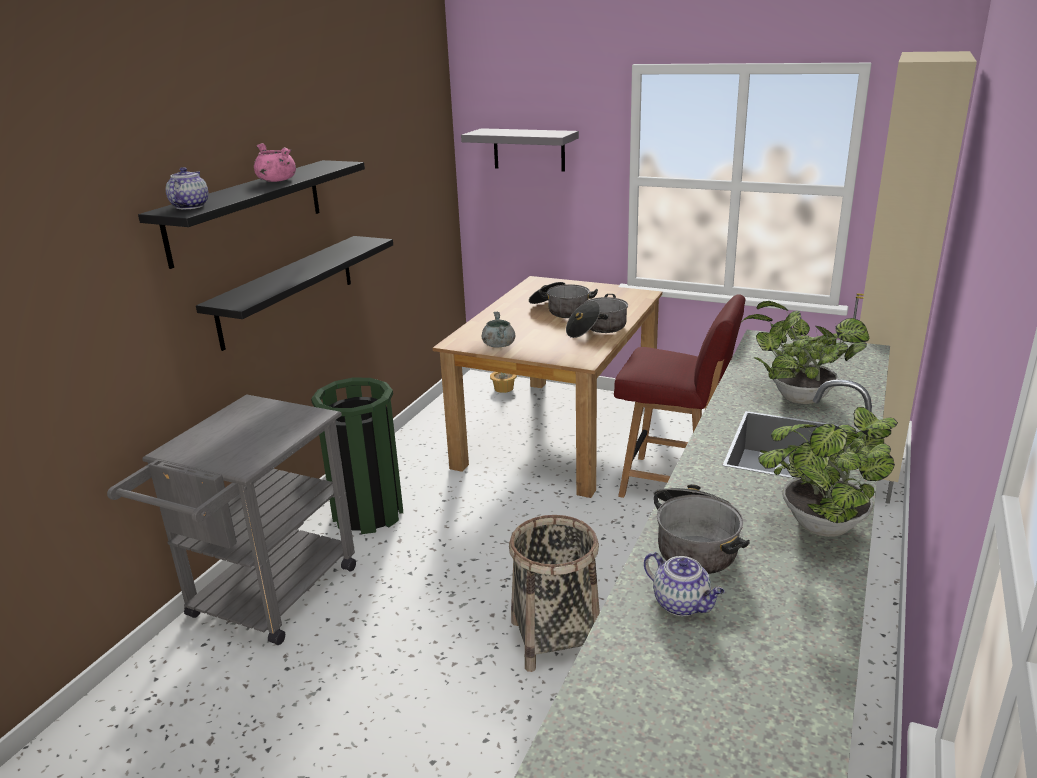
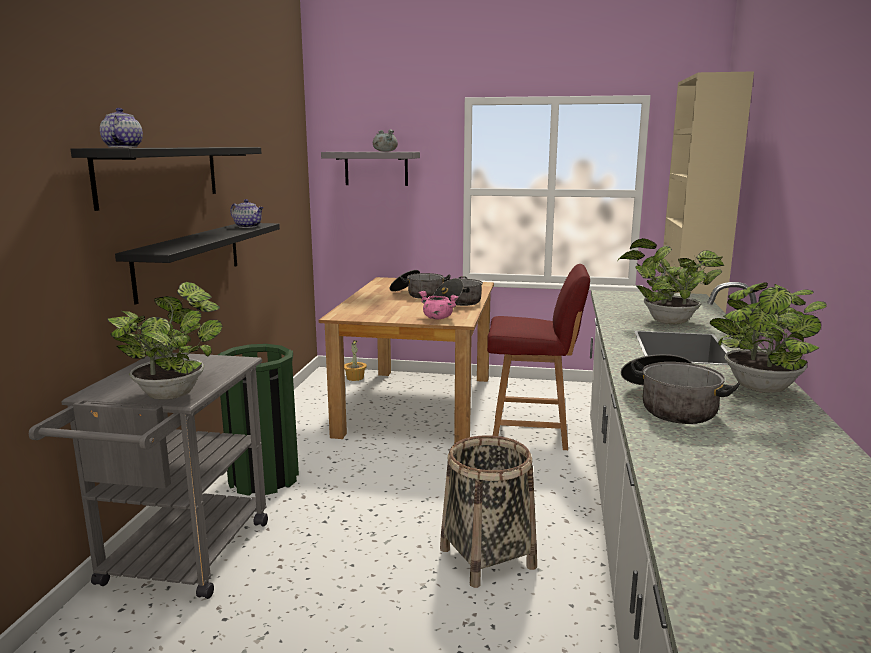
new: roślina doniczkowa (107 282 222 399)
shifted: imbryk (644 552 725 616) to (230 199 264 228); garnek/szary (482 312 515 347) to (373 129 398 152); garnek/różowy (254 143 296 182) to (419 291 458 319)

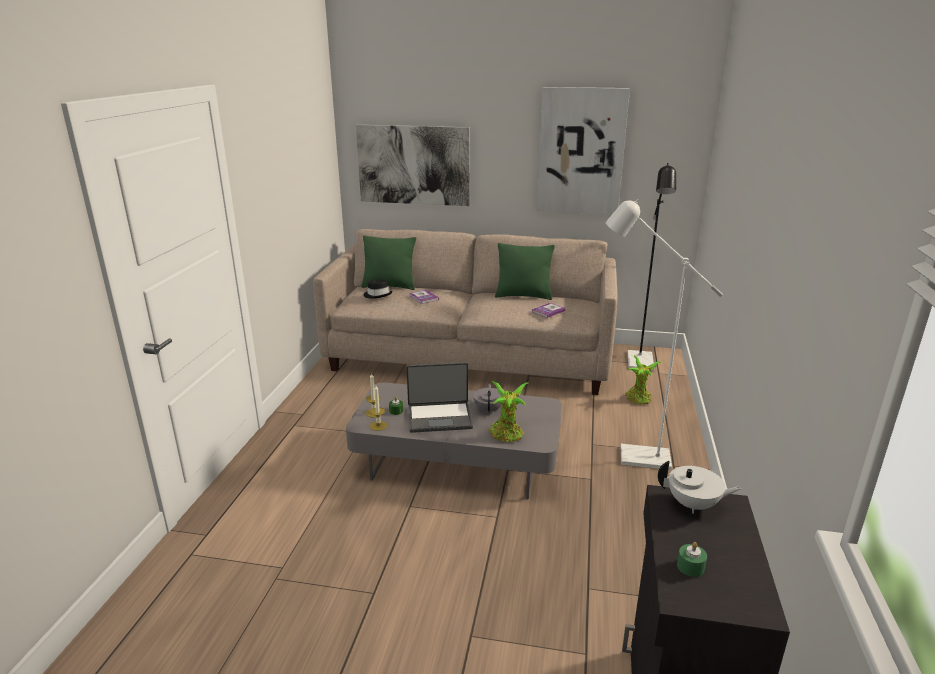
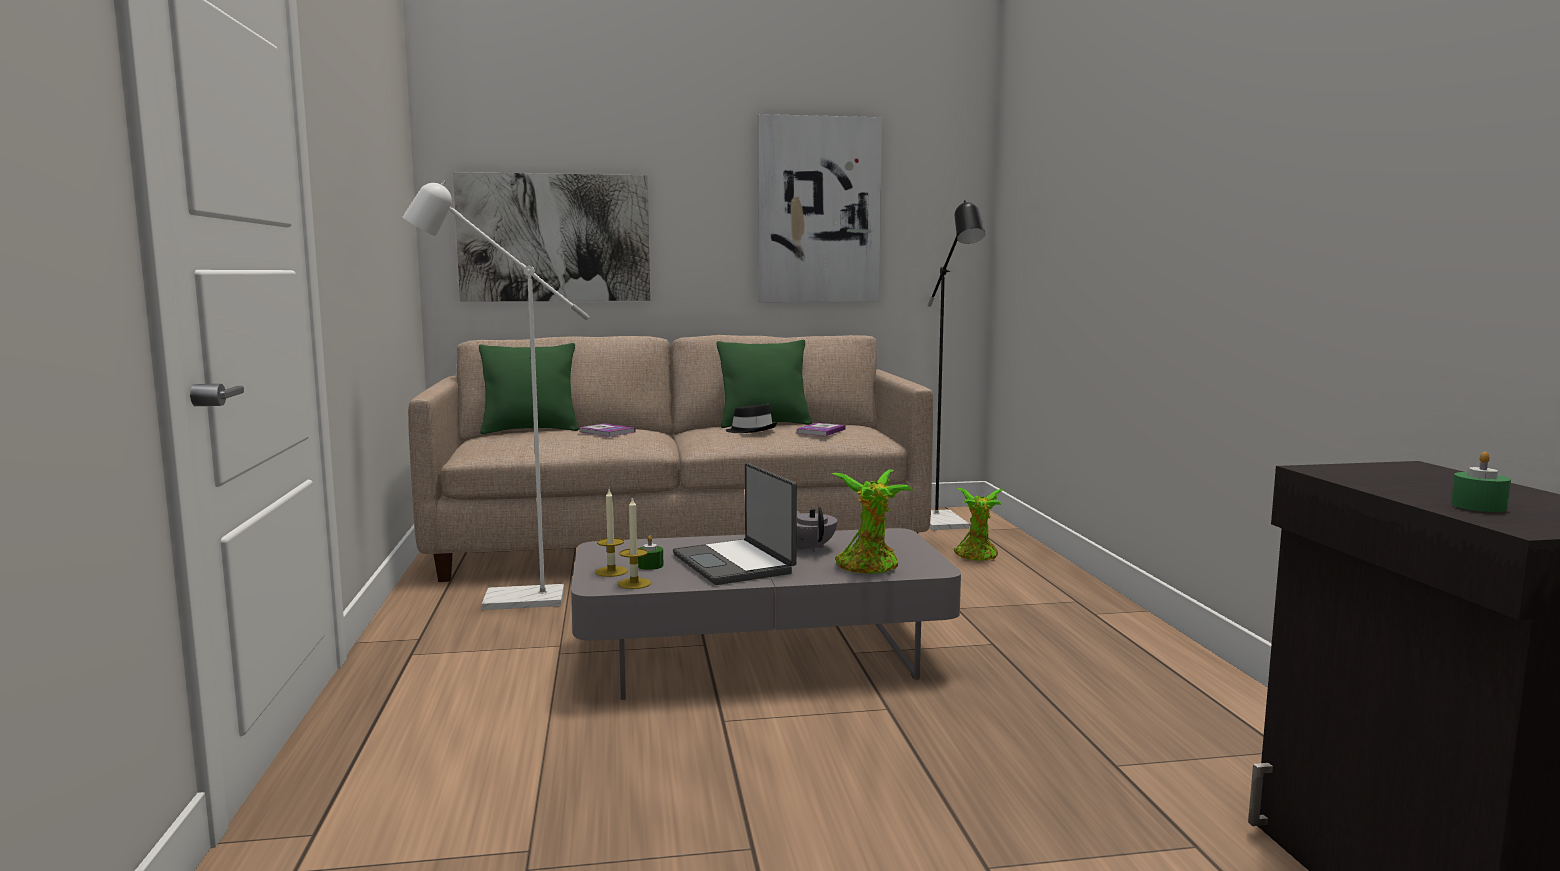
gone: imbryk/biały (658 461 742 514)
shifted: lampa stojąca/biały (606 199 723 470) to (402 180 590 610); kapelusz/czarny (364 279 392 299) to (725 404 777 433)
rotated: laptop (406 362 473 433) = (673 463 797 585) 90 degrees clockwise

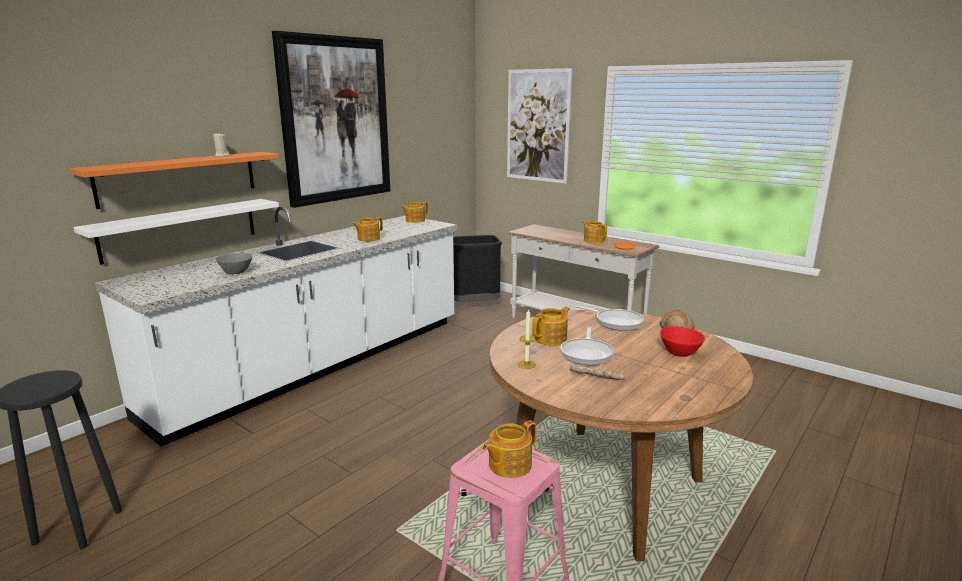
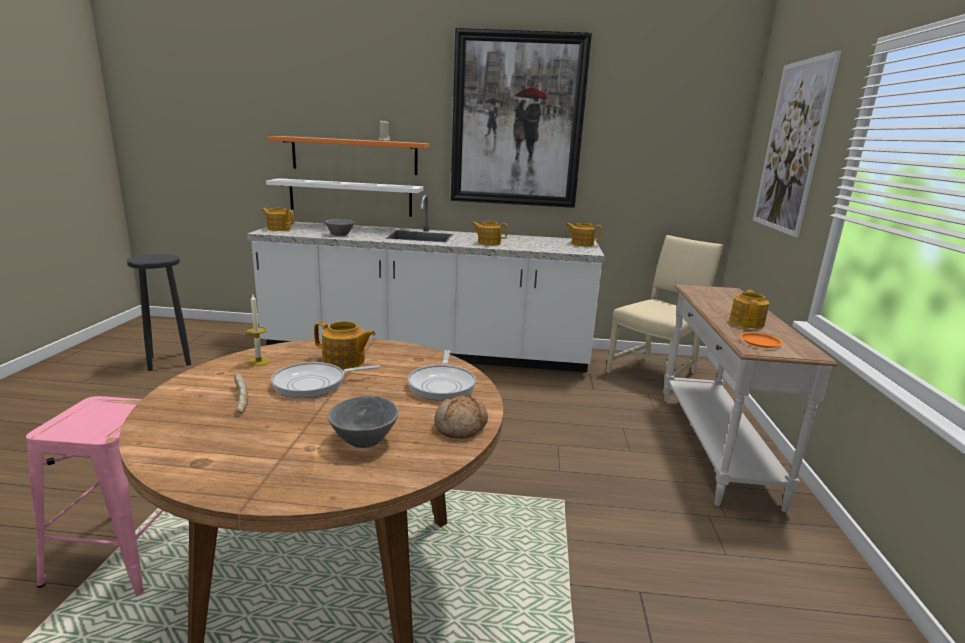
shifted: imbryk (482 420 536 478) to (262 208 294 231)
swapped: kosz na śmieci/czarny (453 235 502 302) to krzesło/beżowy (606 235 724 394)
repainted: miska/czerwony (660 327 705 357) to miska/szary (328 396 399 448)

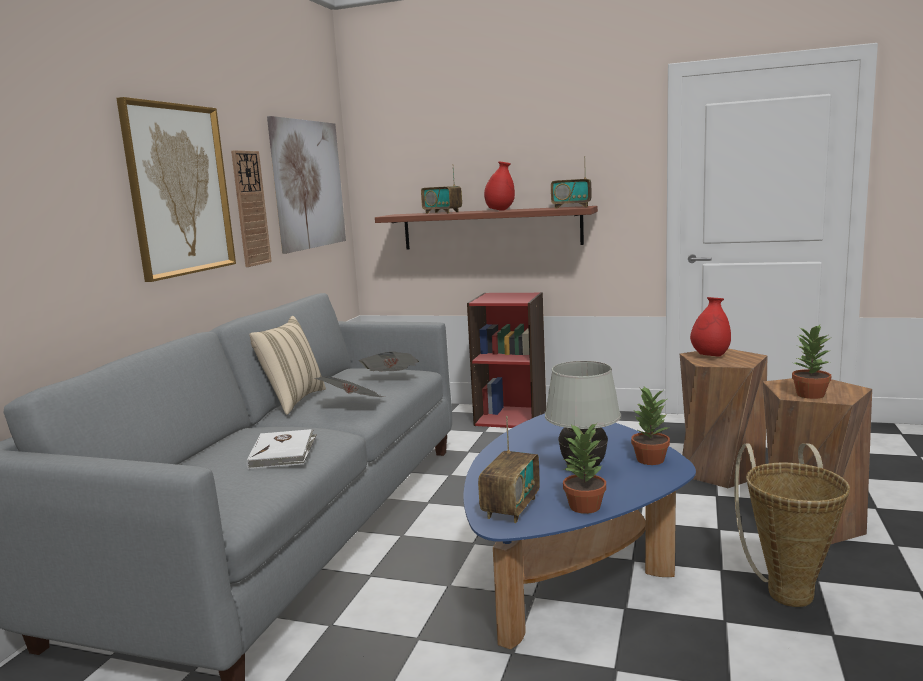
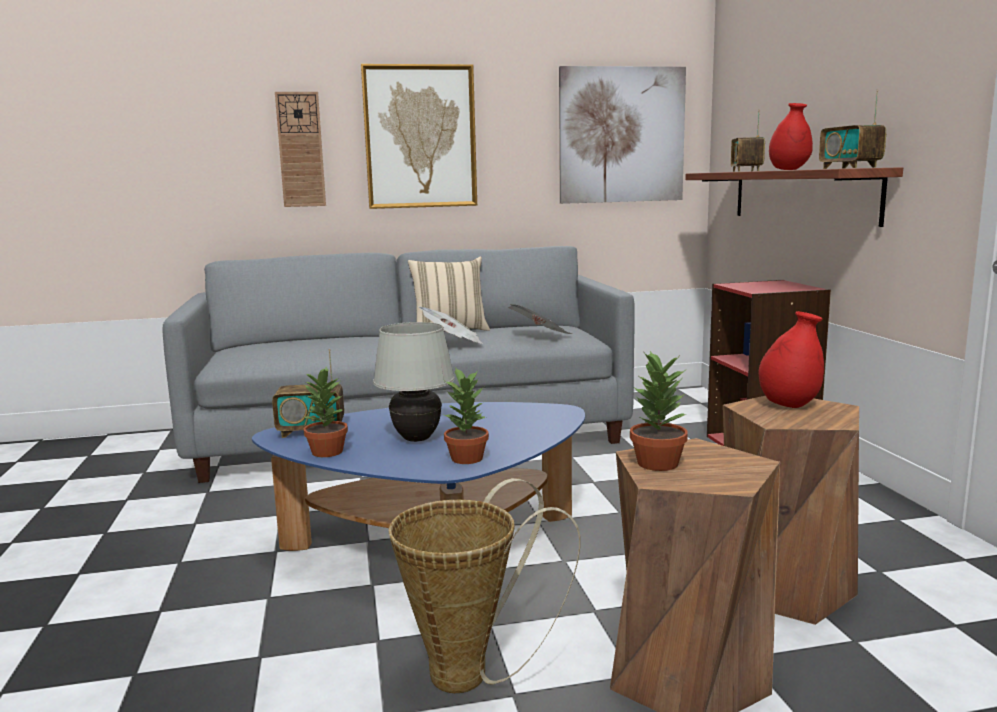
gone: książka/biały (246 429 317 469)
shifted: zegar ścienny (231 150 272 267) to (275 92 326 207)

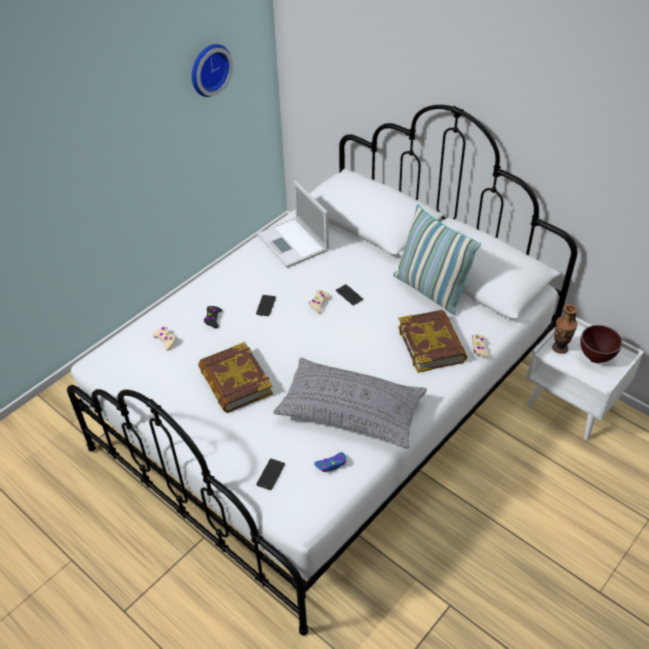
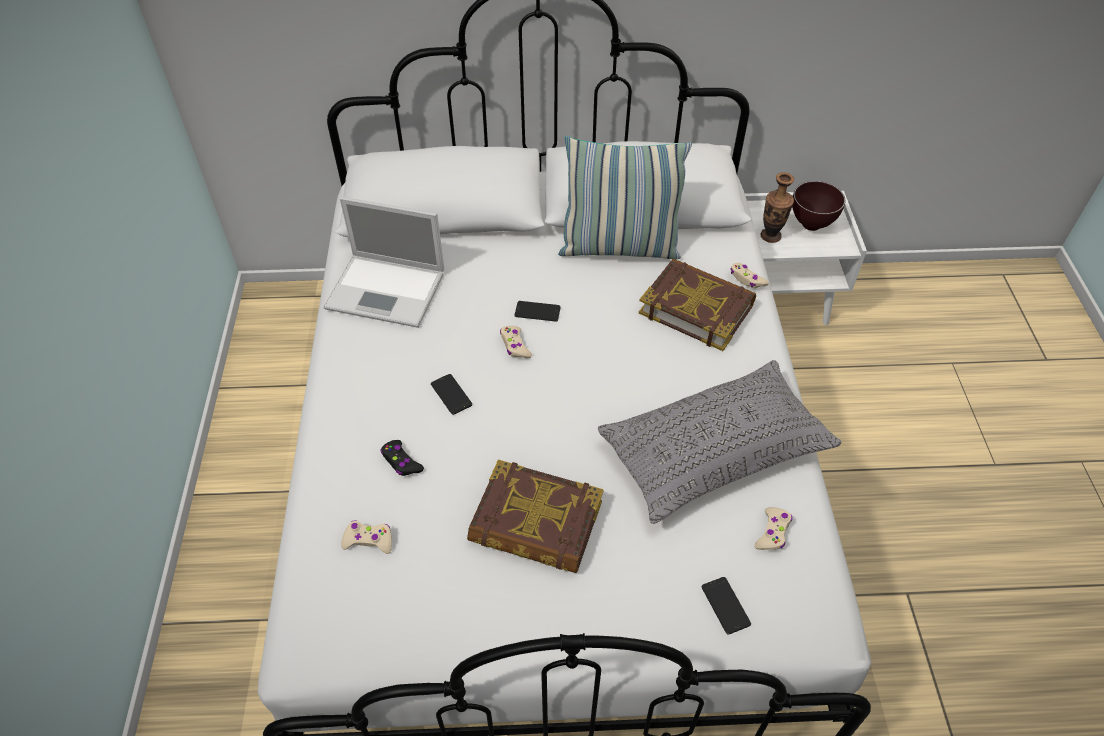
gone: zegar ścienny (192 44 233 97)
repainted: pad do gier/niebieski (314 452 346 472) to pad do gier/beżowy (755 507 792 550)

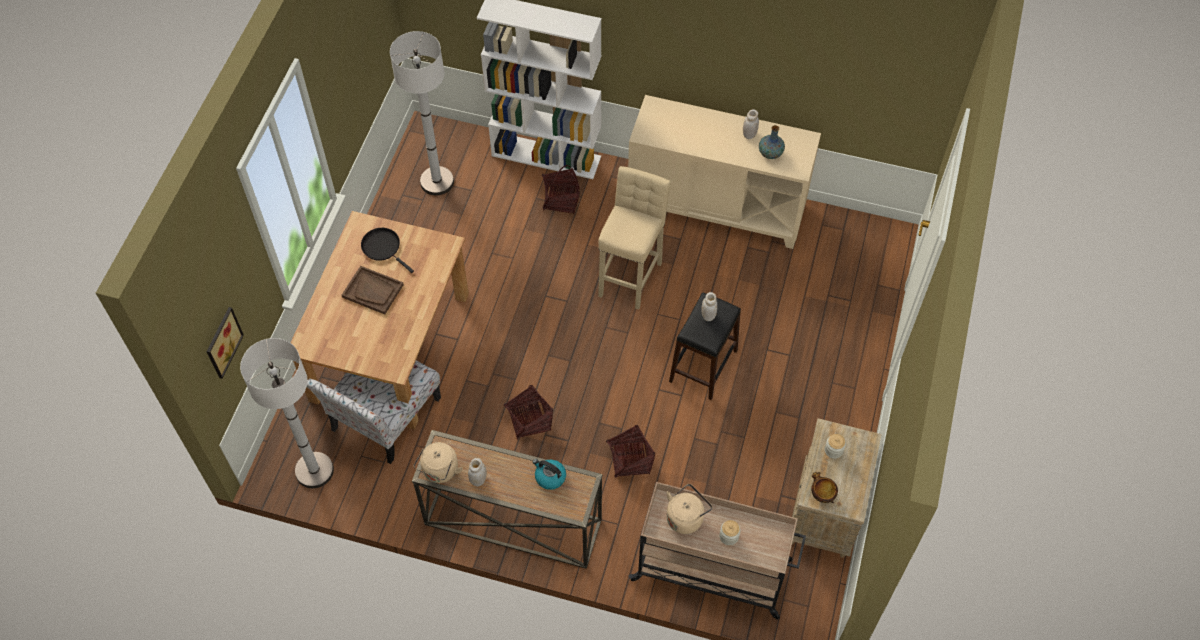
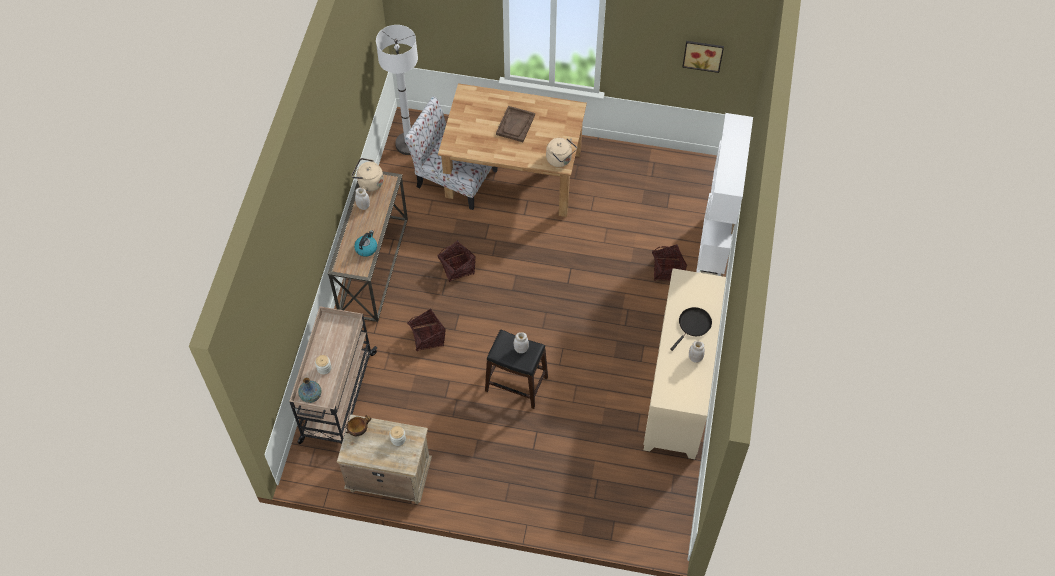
gone: lampa stojąca/biały (390 31 454 195); stołek/beżowy (598 166 671 310)
shifted: wazon (759 125 785 159) to (298 378 322 403); czajnik/beżowy (666 484 712 534) to (546 138 577 167); patelnia/czarny (361 228 414 273) to (670 307 712 351); obraz (206 307 244 379) to (682 41 724 73)

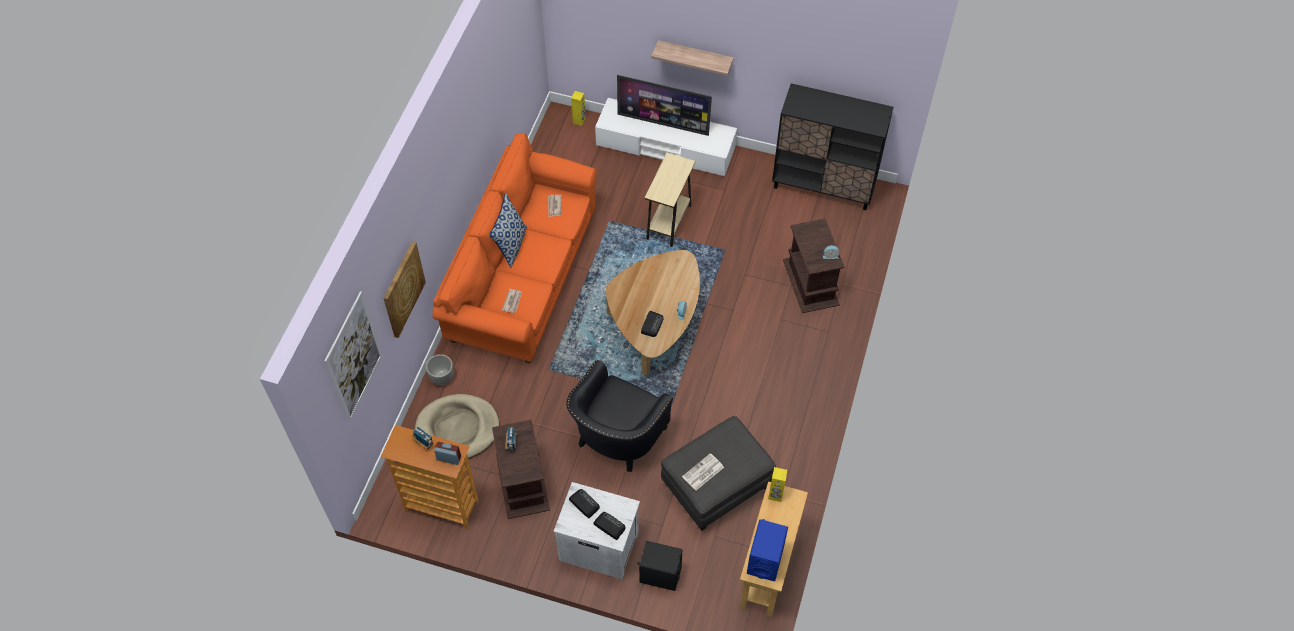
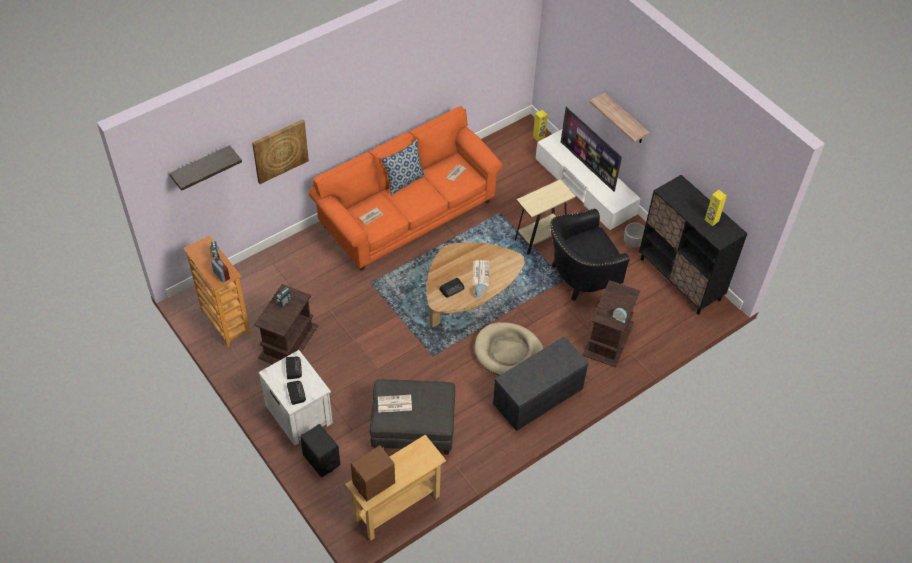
new: gazeta (473 260 489 286); ławka/szary (493 337 589 431)
shifted: legowisko/beżowy (415 394 499 459) to (475 322 544 376); fotel/czarny (566 360 673 472) to (550 208 630 301); donica (426 354 454 385) to (624 223 645 248); głośnik/żółty (768 467 787 502) to (705 190 727 226)
swapped: obraz (325 291 382 421) to półka (169 145 242 191)
repainted: głośnik/niebieski (747 519 788 581) to głośnik/brązowy (351 445 395 501)

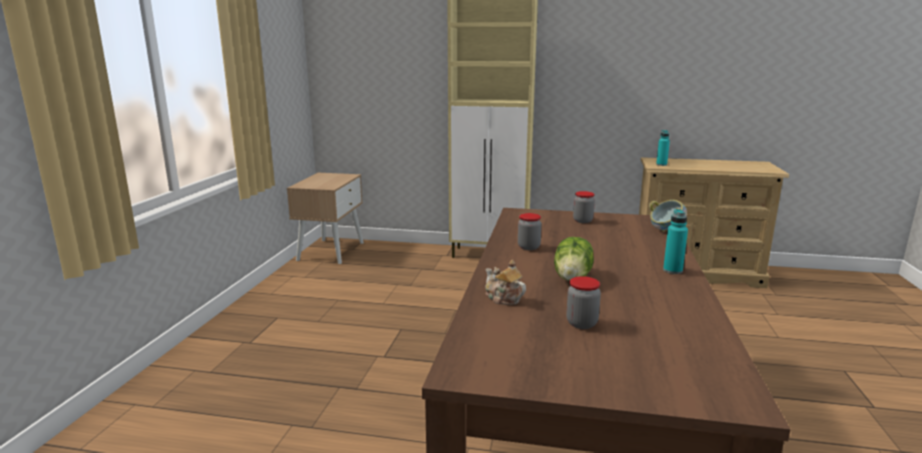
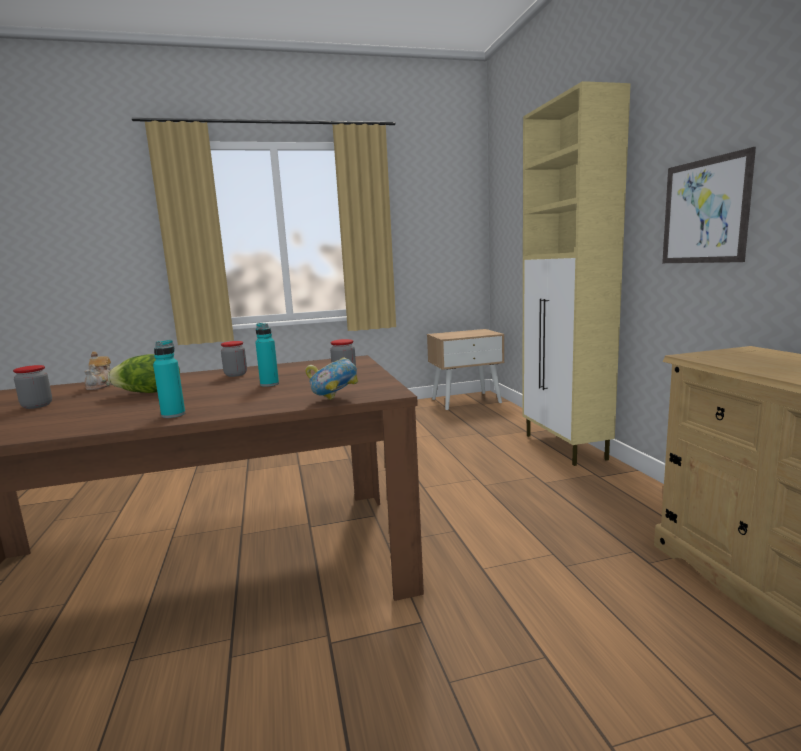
new: obraz (662 147 756 263)
shifted: butelka/turkusowy (656 130 670 166) to (255 323 279 387)
rotated: imbryk (485 260 526 305) = (84 351 112 390) 150 degrees clockwise

